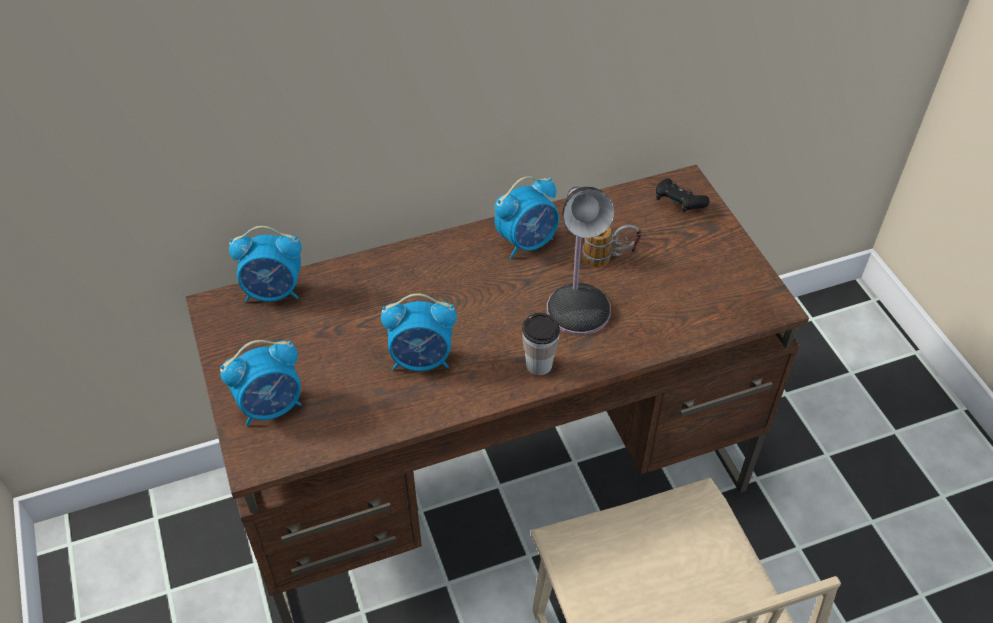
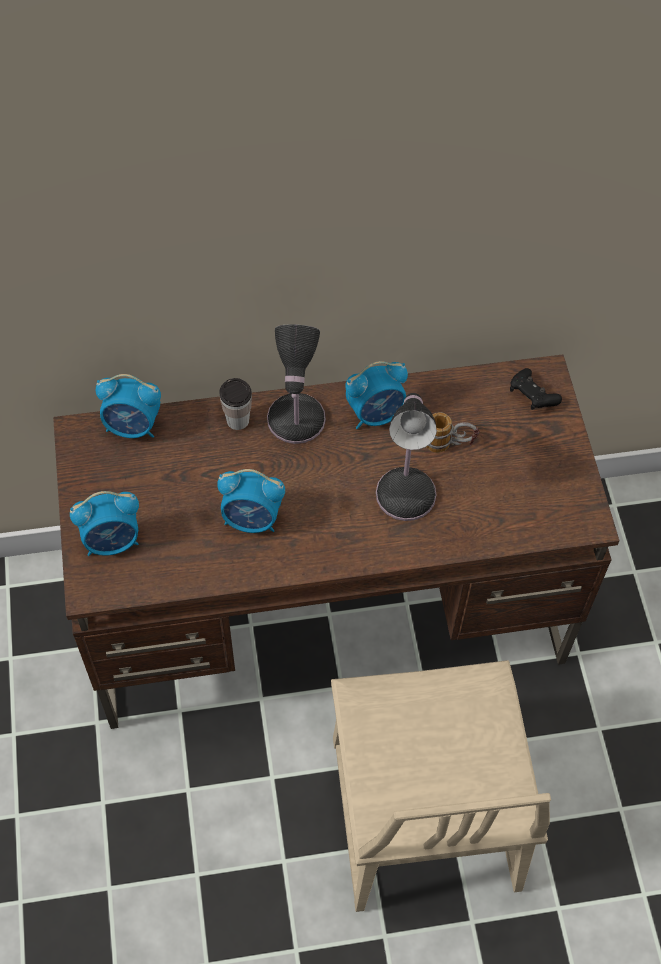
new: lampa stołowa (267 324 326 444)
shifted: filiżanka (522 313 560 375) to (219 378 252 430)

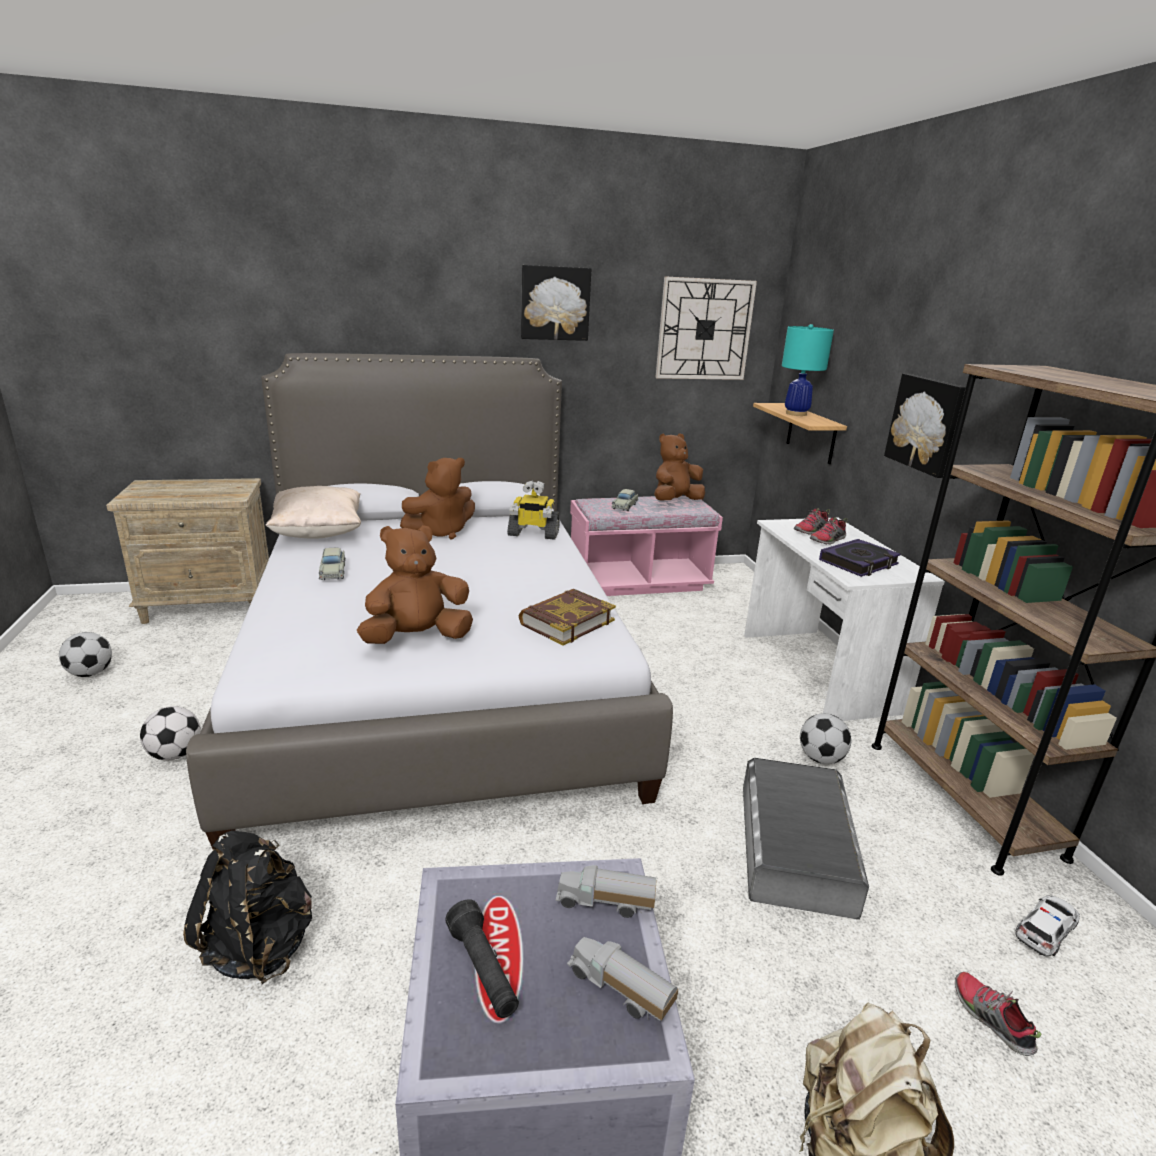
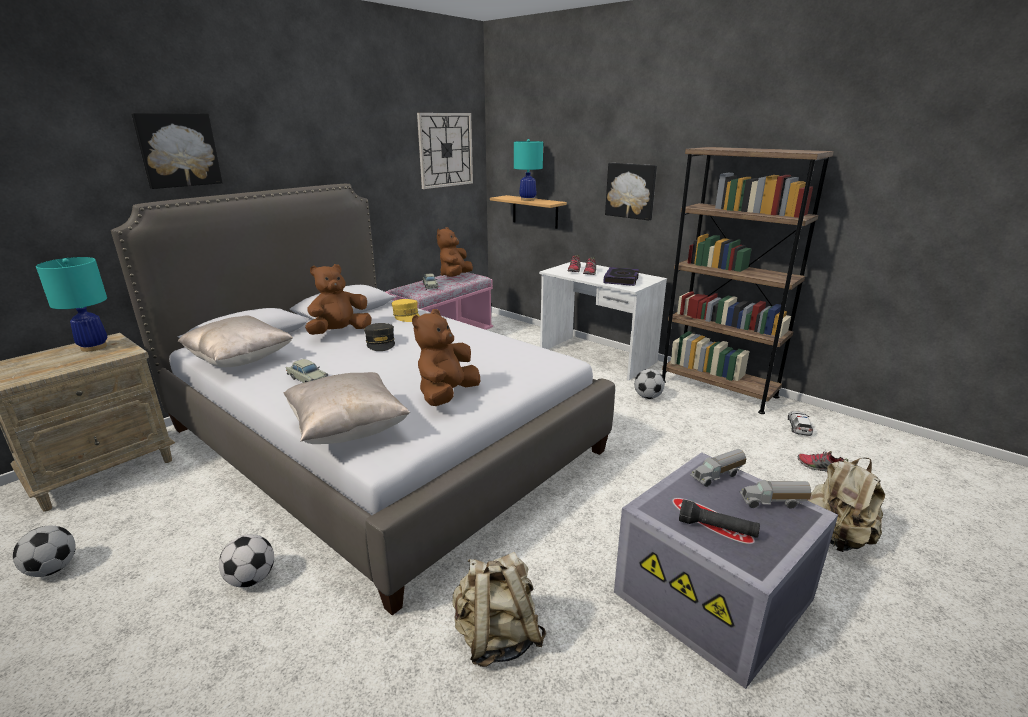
gone: książka (519 589 616 645); pojemnik do przechowywania/szary (743 758 869 920)
new: lampa stołowa/turkusowy (36 257 107 352); poduszka/beżowy (284 372 411 444); czapka z daszkiem/szary (364 323 395 351)
shifted: obraz (521 265 592 341) to (131 113 223 189)
swapped: robot zabawkowy (507 480 560 540) to czapka z daszkiem/żółty (391 299 420 322)
repainted: plecak/czarny (183 831 312 984) to plecak/beżowy (453 552 546 667)
rotated: pluszak/brązowy (400 458 475 540) = (305 264 372 335) 150 degrees counterclockwise

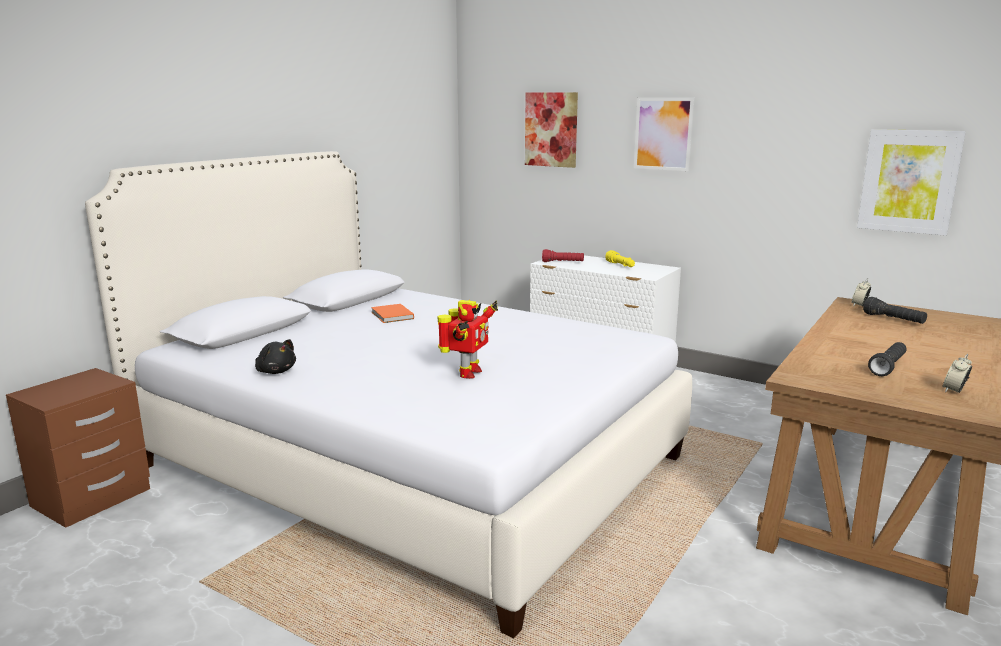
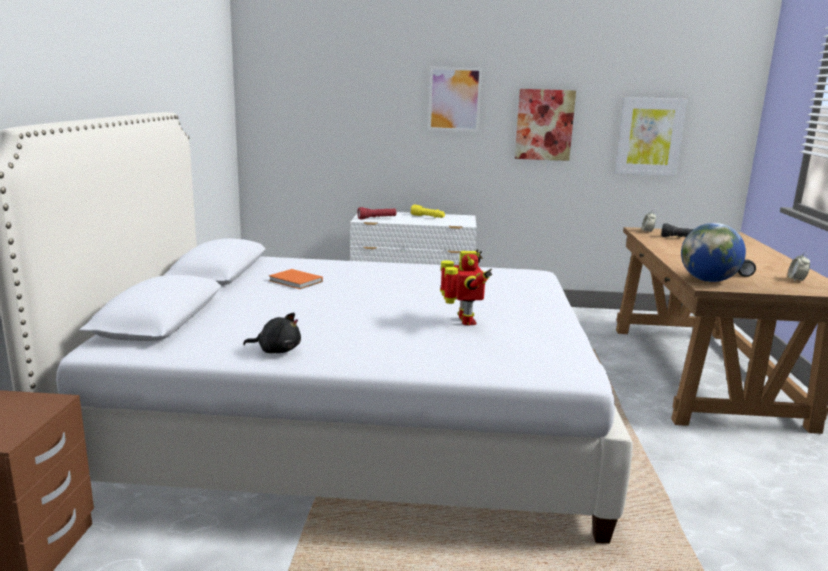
new: globus (681 223 746 282)
shifted: obraz (525 92 578 168) to (515 89 576 161)

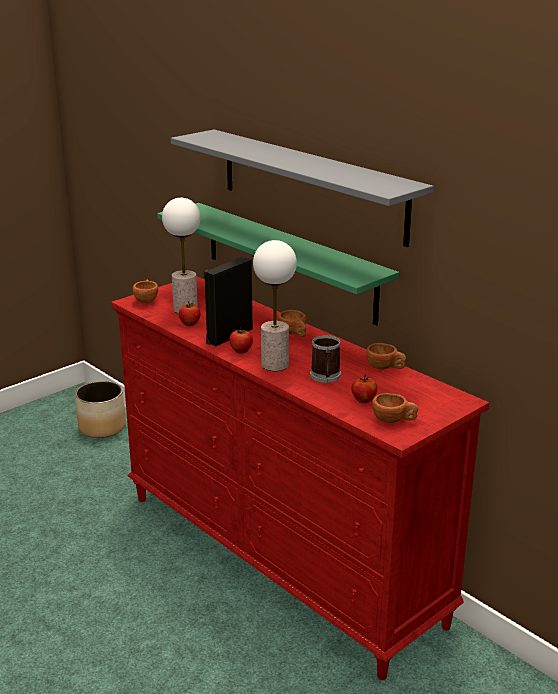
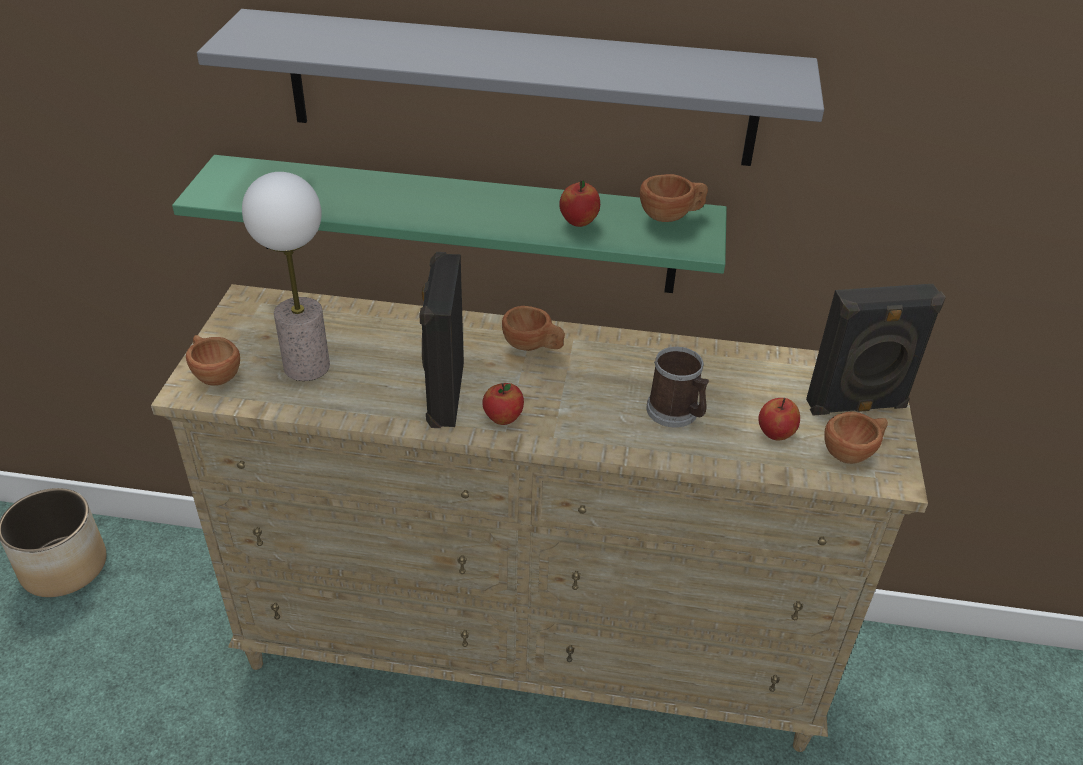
gone: lampa stołowa (253 240 297 371)
new: głośnik/czarny (806 284 946 416)
shifted: jabłko (179 302 200 326) to (559 180 600 227); filiżanka/brązowy (366 343 406 370) to (640 174 708 222)
repainted: komoda/czerwony (111 276 489 680) to komoda/beżowy (151 284 928 752)

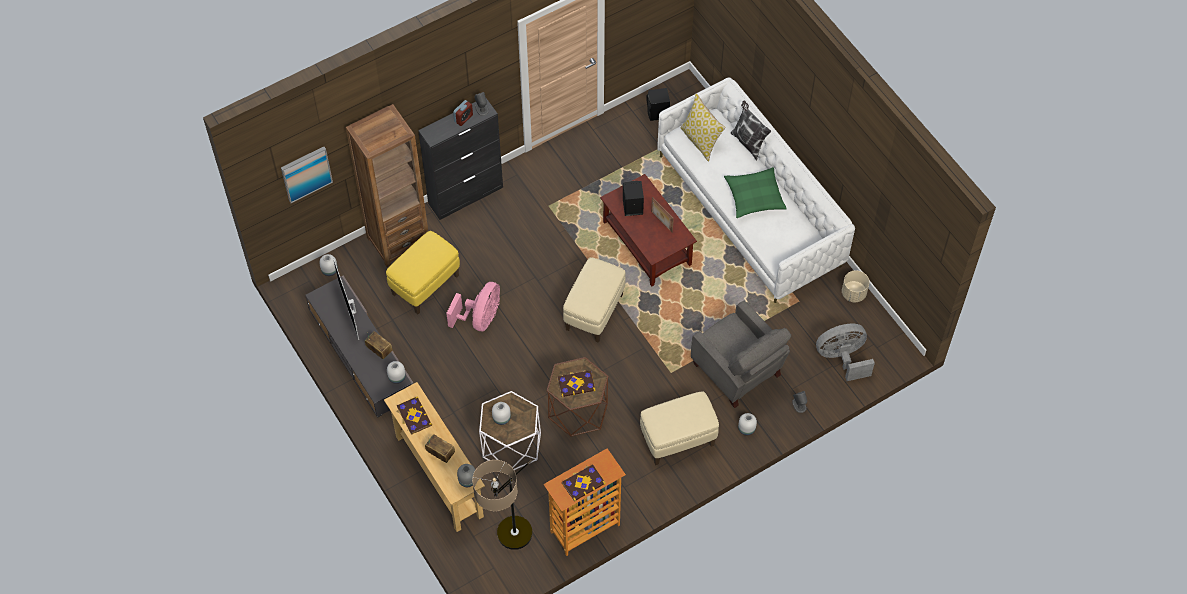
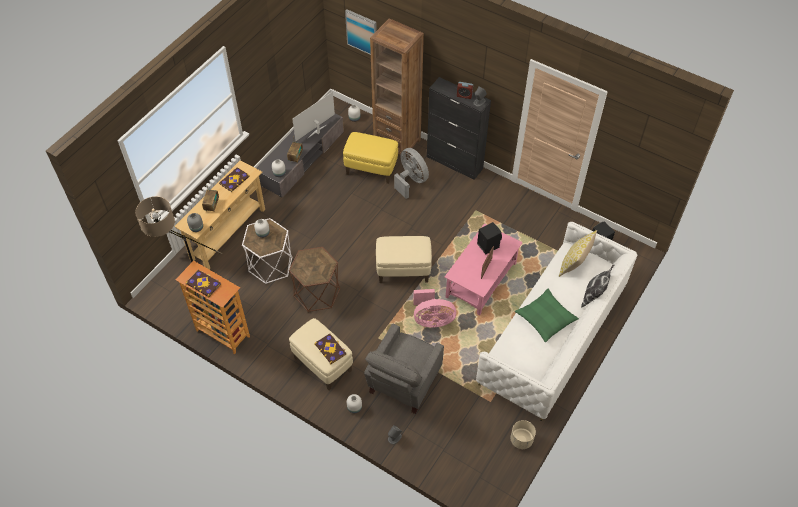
shifted: książka (557 370 595 397) to (314 333 346 364); wentylator/szary (816 324 875 381) to (394 148 429 199); wentylator/różowy (446 282 500 331) to (413 289 456 327)
repainted: ława/brązowy (600 174 697 287) to ława/różowy (444 223 523 316)

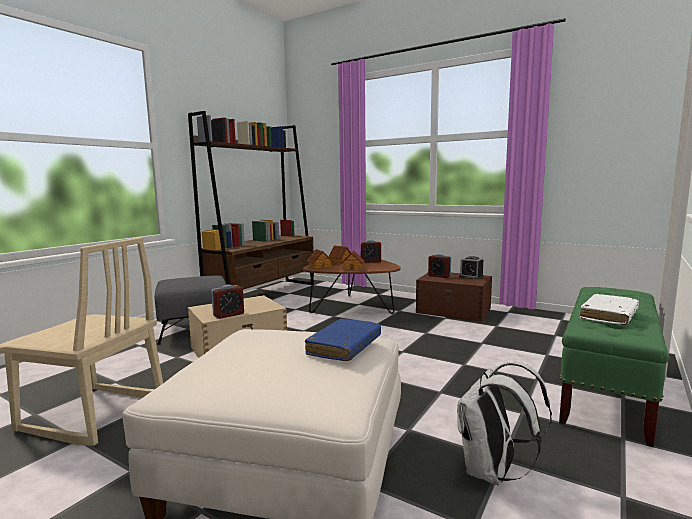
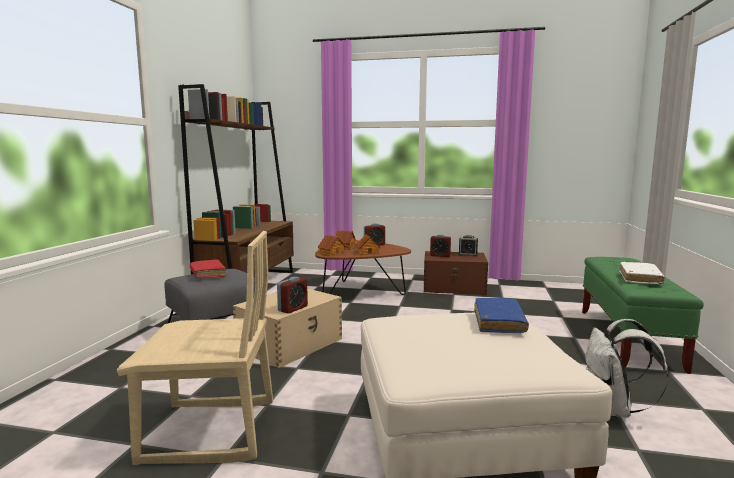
new: książka/czerwony (190 259 226 278)

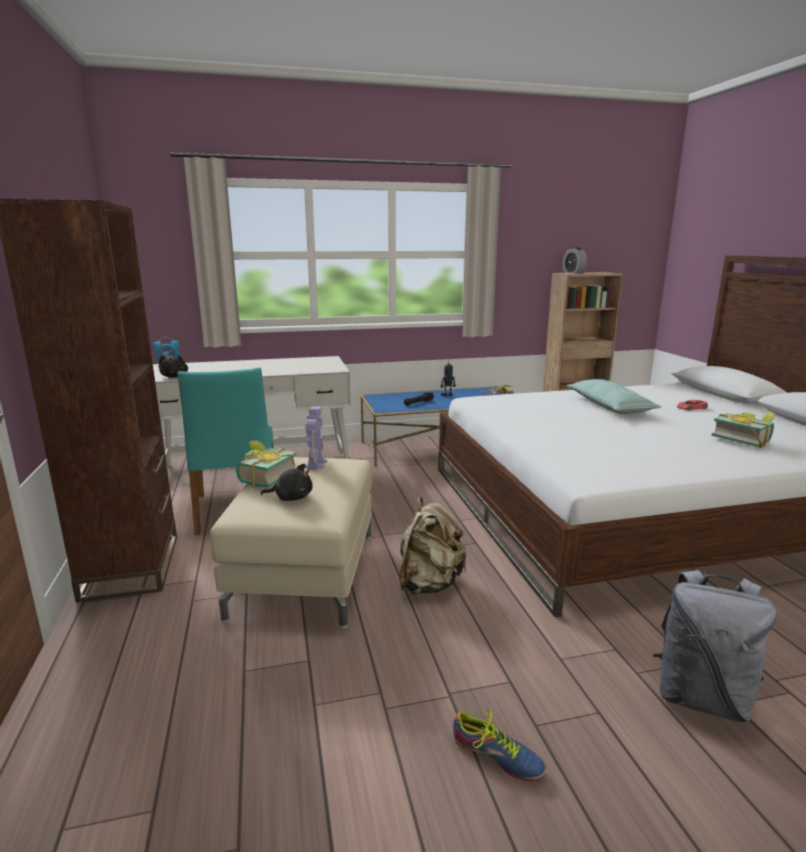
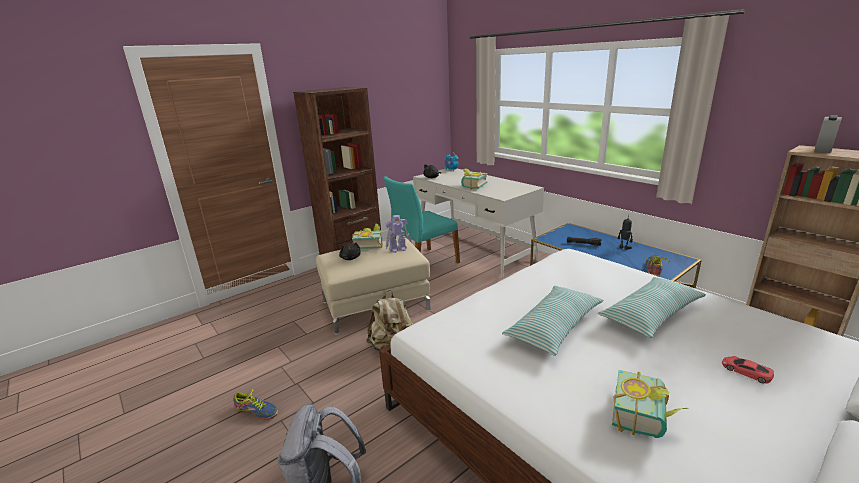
new: książka (461 169 487 189); poduszka (502 286 603 356)
rotated: but (453 709 546 781) = (233 389 278 420) 75 degrees counterclockwise

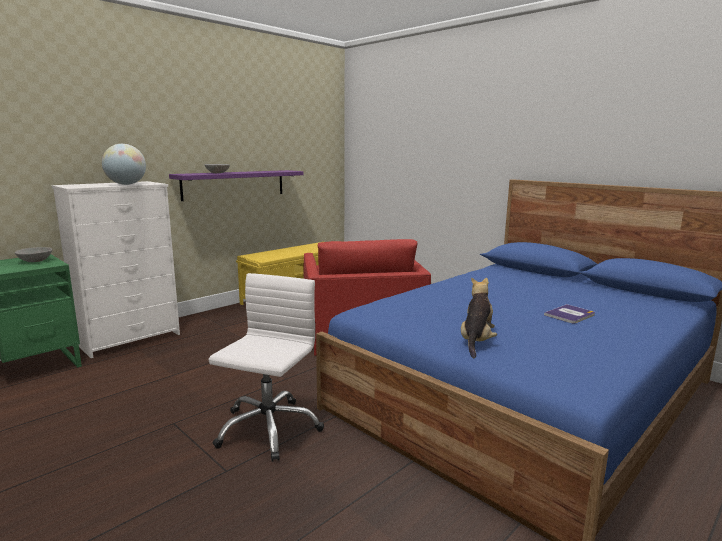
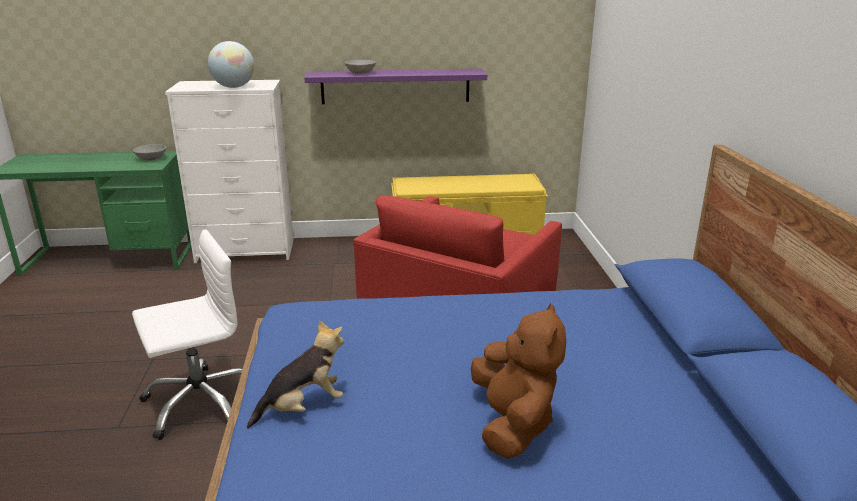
swapped: książka (544 304 595 324) to pluszak/brązowy (471 303 566 459)

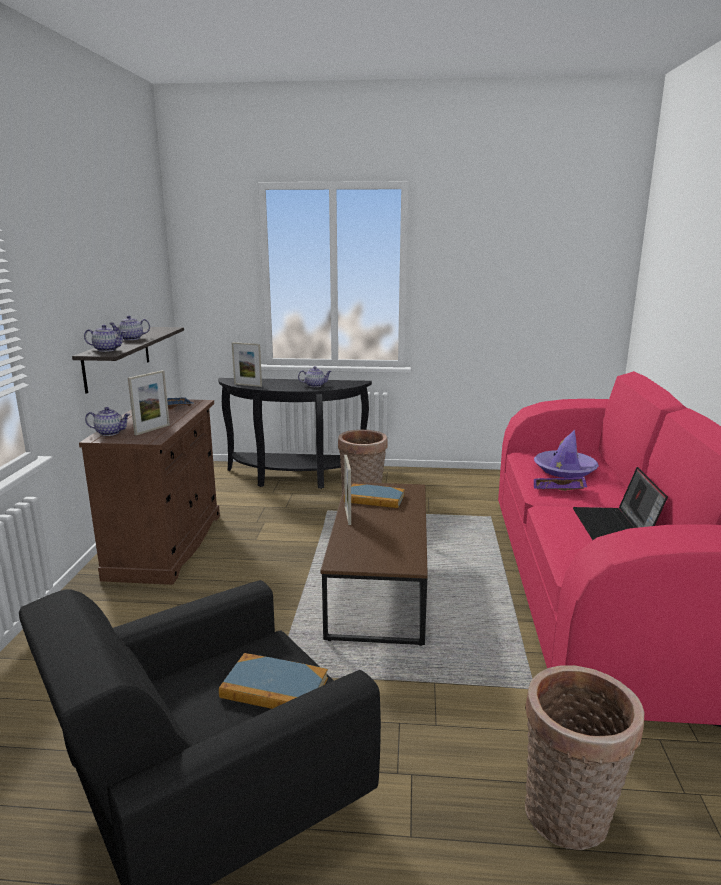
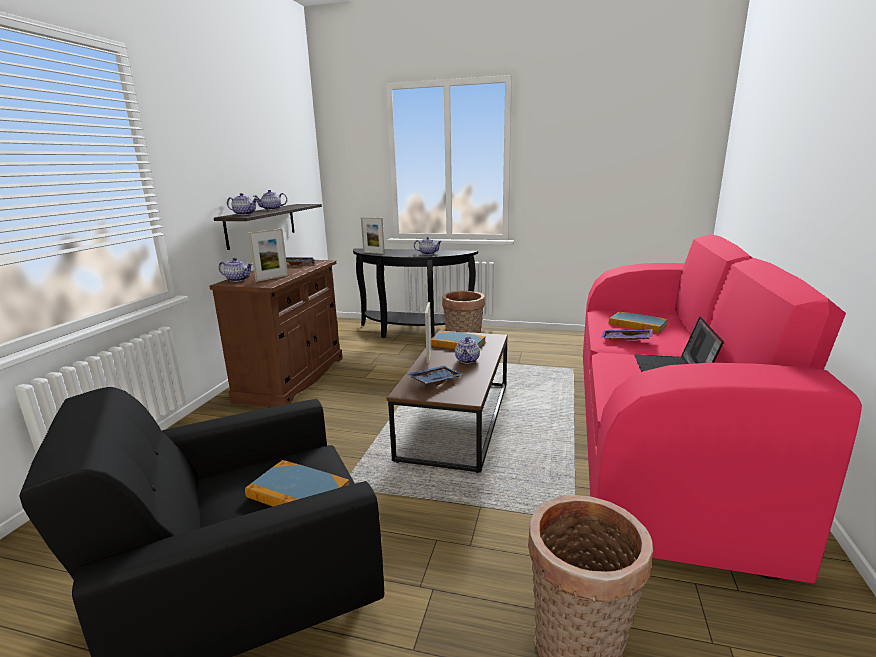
new: taca/niebieski (407 366 464 385); imbryk (455 337 480 363)
swapped: kapelusz/fioletowy (534 430 599 478) to książka (609 311 668 333)

